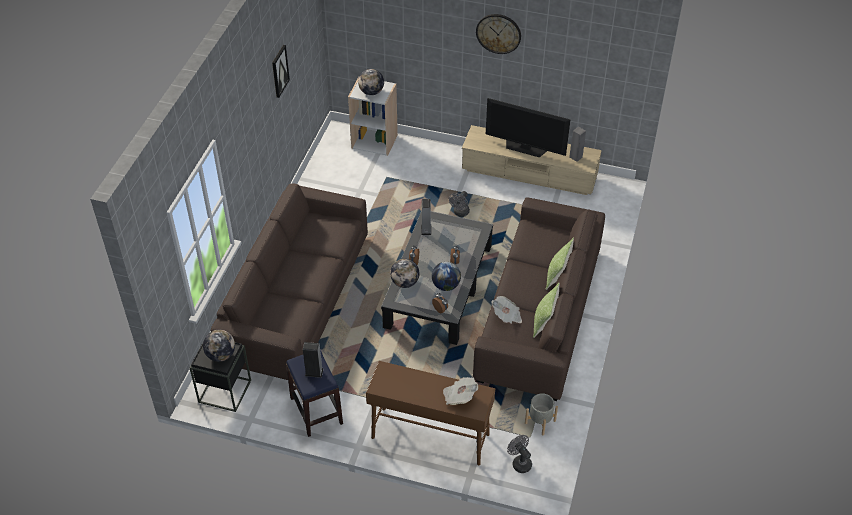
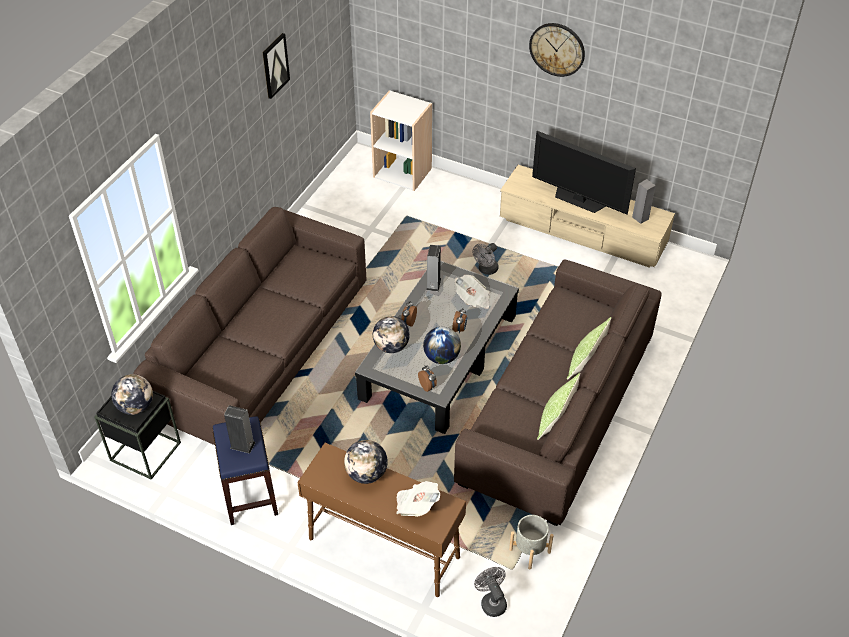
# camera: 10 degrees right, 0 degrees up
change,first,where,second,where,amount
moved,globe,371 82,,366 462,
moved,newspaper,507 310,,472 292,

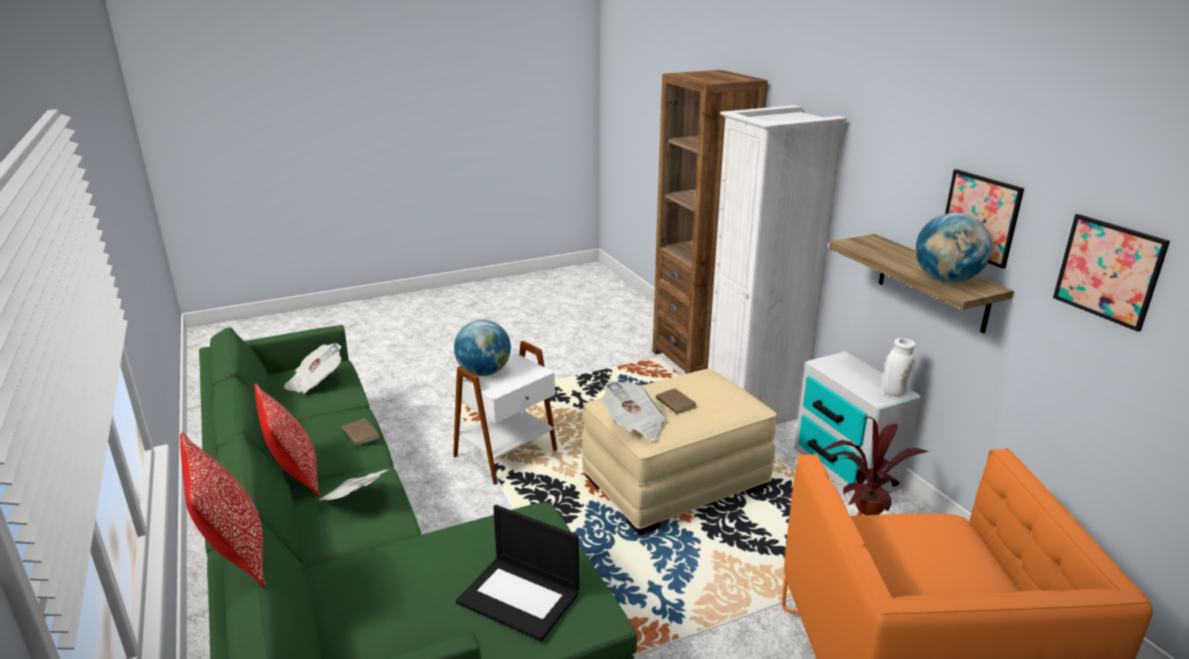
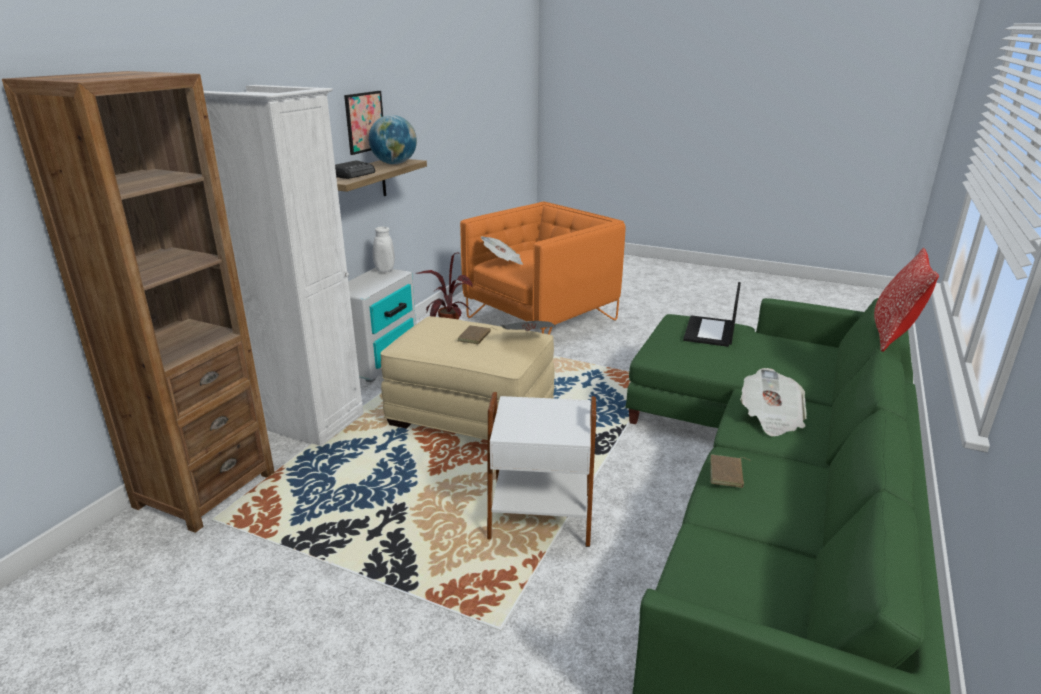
# camera: 130 degrees left, 0 degrees up
change,first,where,second,where,amount
added,,,radio,355 169,
moved,newspaper,313 368,,501 250,
turned,laptop,517 573,,712 314,150 degrees counterclockwise
removed,pillow,287 440,,,
removed,globe,482 348,,,
removed,picture,1111 273,,,

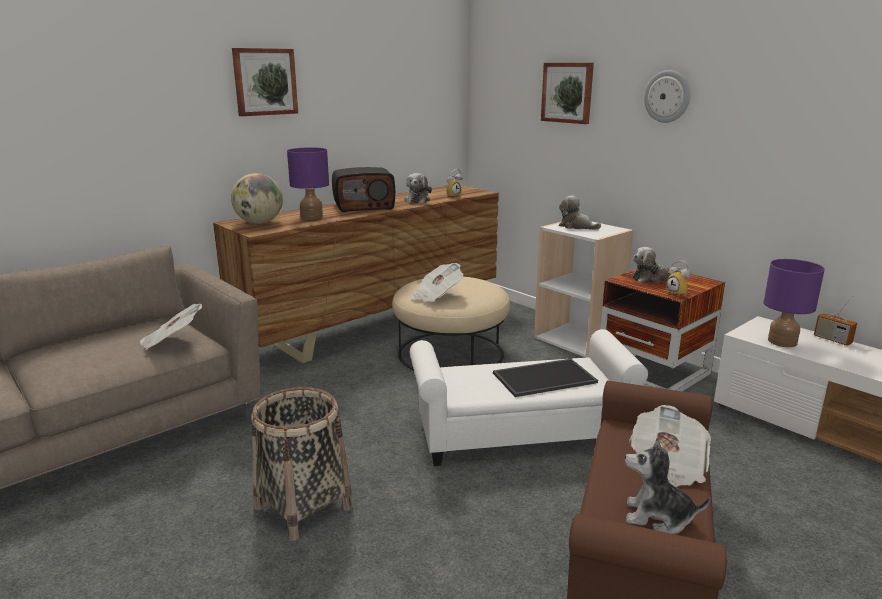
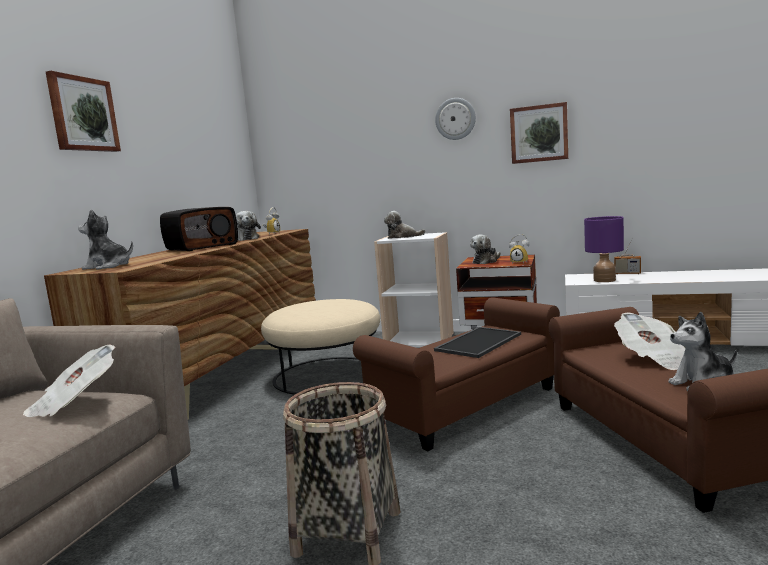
# camera: 30 degrees left, 10 degrees down
change,first,where,second,where,amount
replaced,globe,257 198,plush toy,105 239,
recoloured,white ottoman,529 397,brown ottoman,456 374,
moved,picture,567 93,,539 133,
removed,purple table lamp,308 183,,,
removed,newspaper,437 282,,,

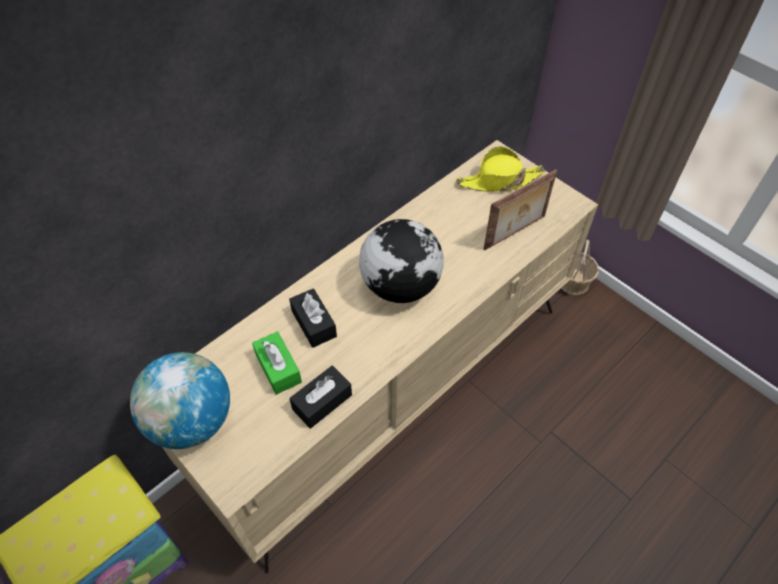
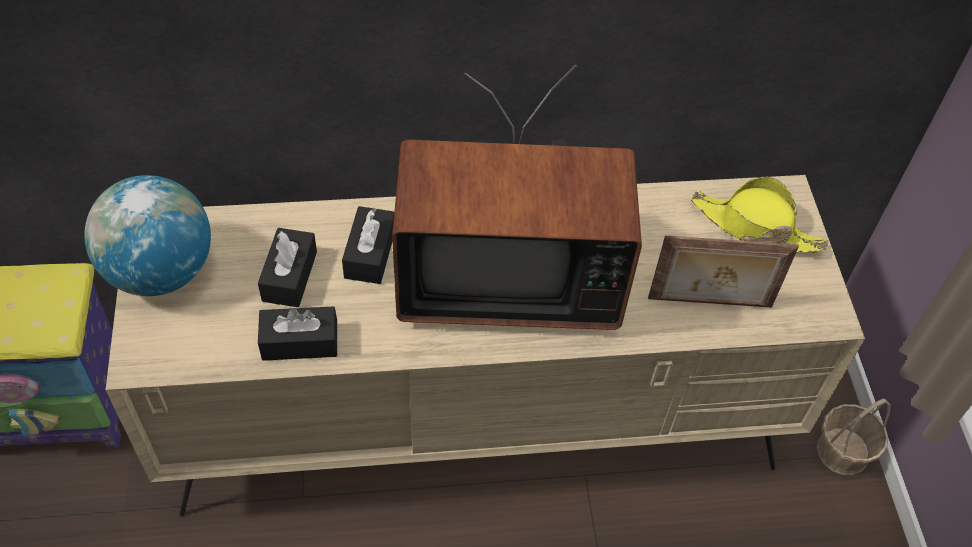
# camera: 35 degrees right, 0 degrees up
change,first,where,second,where,amount
recoloured,green tissue box,277 363,black tissue box,287 267,
replaced,globe,401 261,television,517 197,

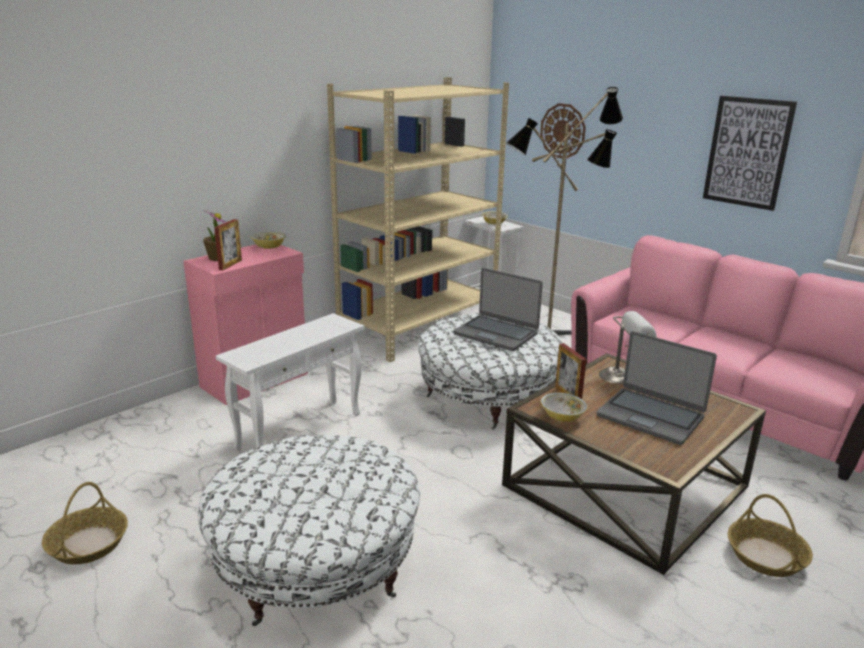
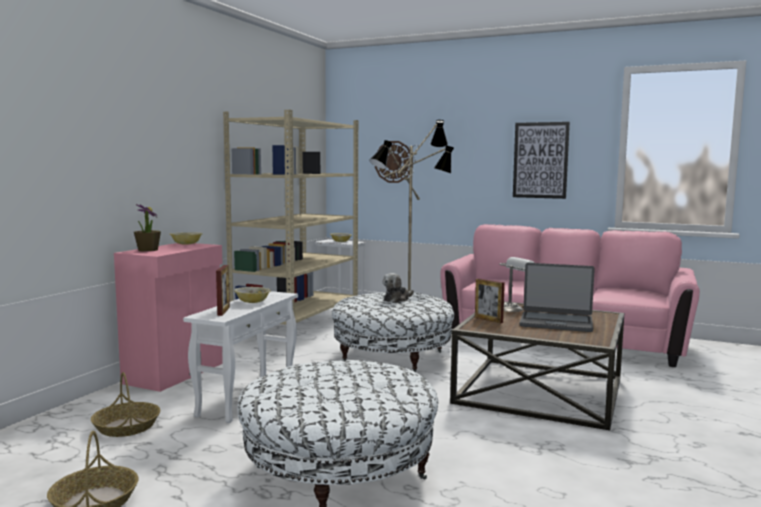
# camera: 20 degrees left, 15 degrees down
change,first,where,second,where,amount
moved,basket,770 535,,125 404,
moved,picture frame,228 244,,223 290,
moved,bowl,564 407,,252 295,
replaced,laptop,498 309,plush toy,398 288,

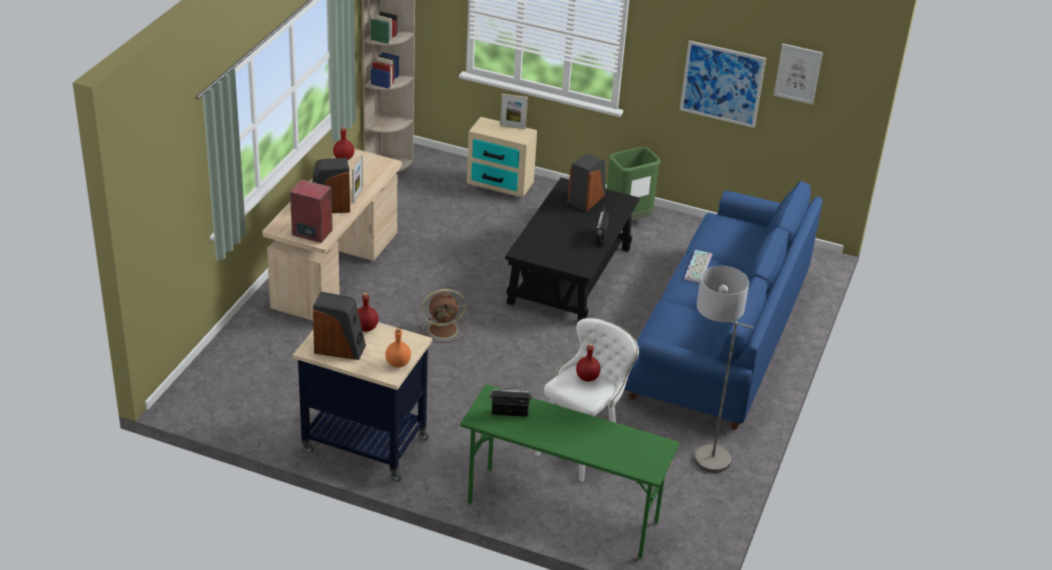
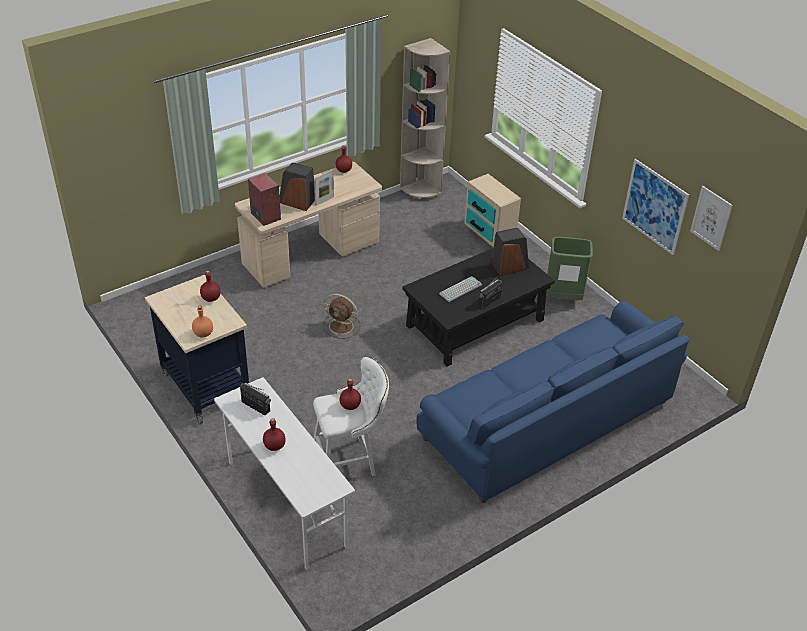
# camera: 35 degrees right, 5 degrees up
change,first,where,second,where,amount
recoloured,green desk,569 471,white desk,284 473,
added,,,red bottle,274 434,
moved,keyboard,698 266,,460 289,
removed,speaker,339 326,,,
removed,picture frame,514 111,,,
removed,grey floor lamp,724 369,,,

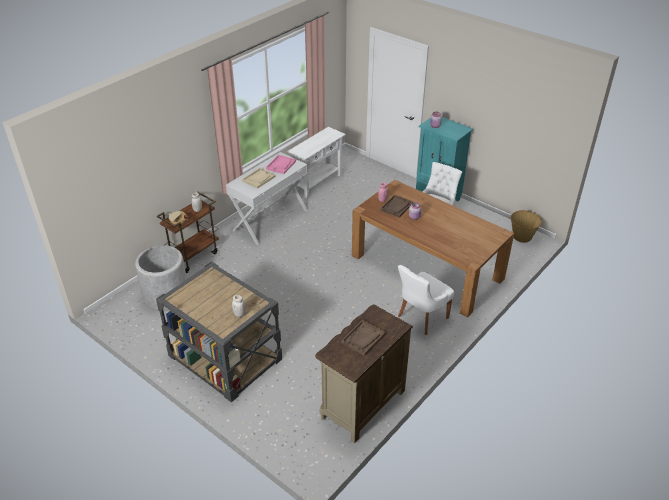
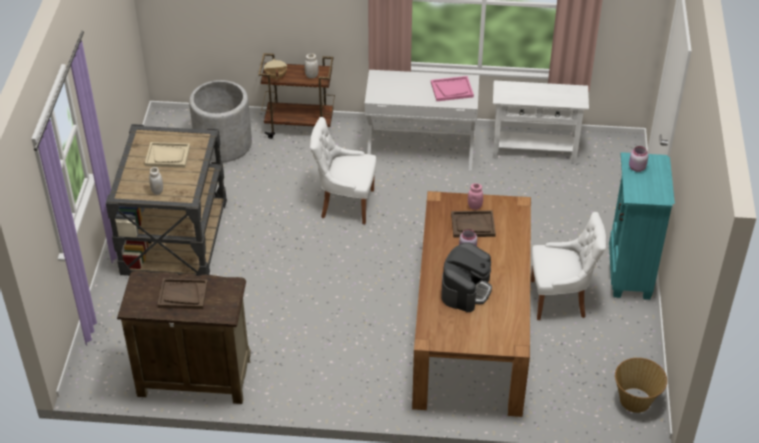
# camera: 55 degrees right, 5 degrees up
change,first,where,second,where,amount
moved,beige tray,259 178,,167 155,
moved,white chair,426 300,,343 170,
added,,,coffee machine,466 277,

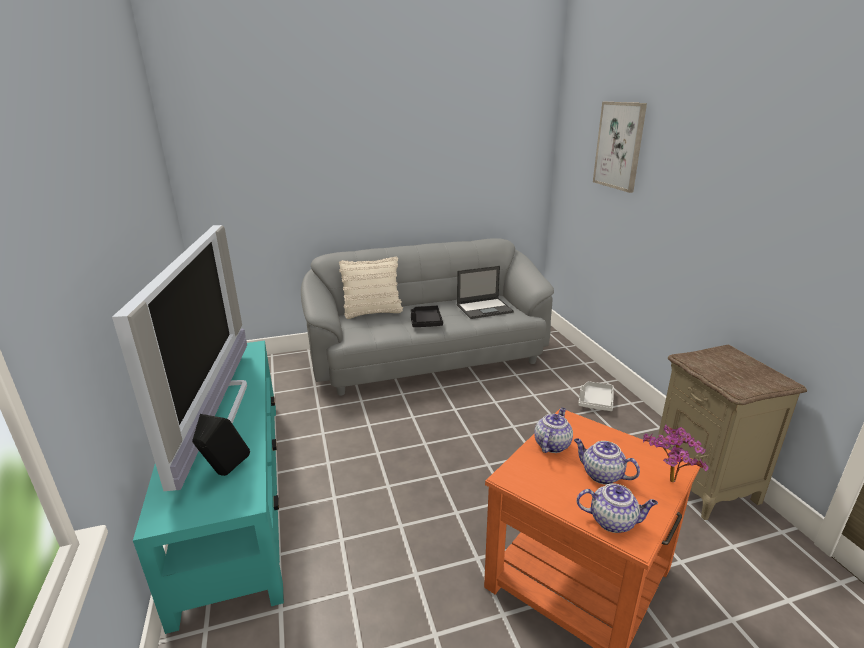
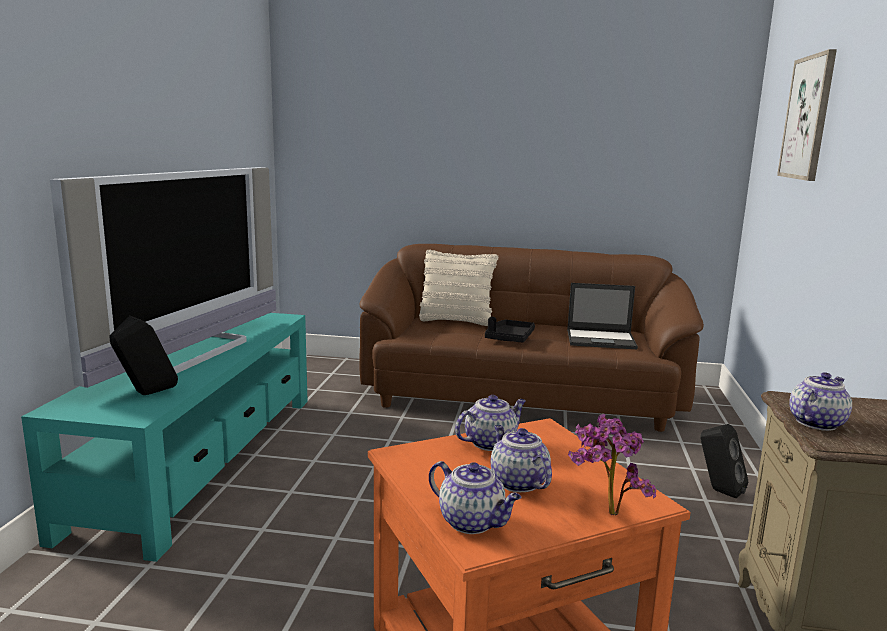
# camera: 25 degrees right, 10 degrees down
change,first,where,second,where,amount
recoloured,grey sofa,427 317,brown sofa,531 338,
replaced,grey tray,596 396,black speaker,724 461,
added,,,teapot,820 401,

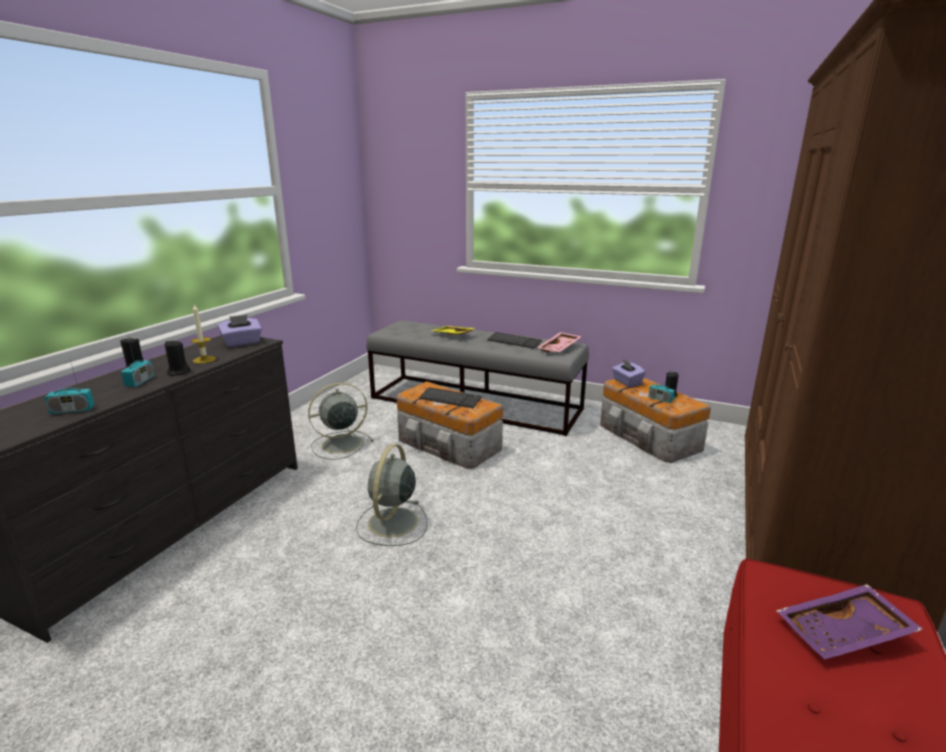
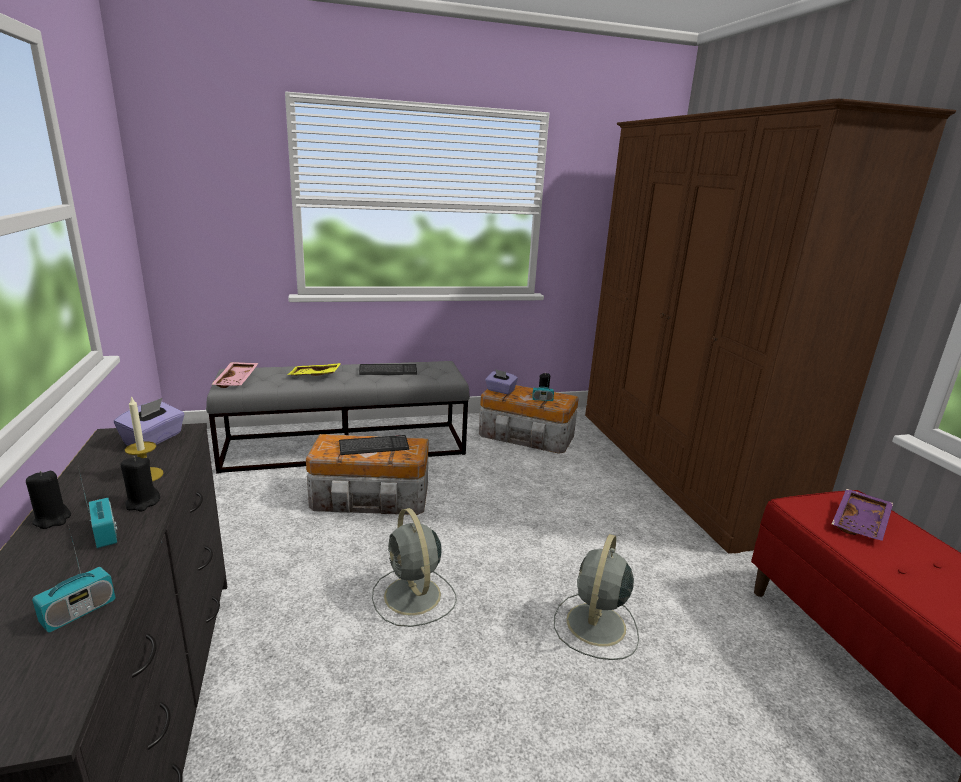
# camera: 40 degrees left, 0 degrees up
change,first,where,second,where,amount
moved,pink tray,559 342,,235 375,
moved,grey fan,341 421,,596 597,

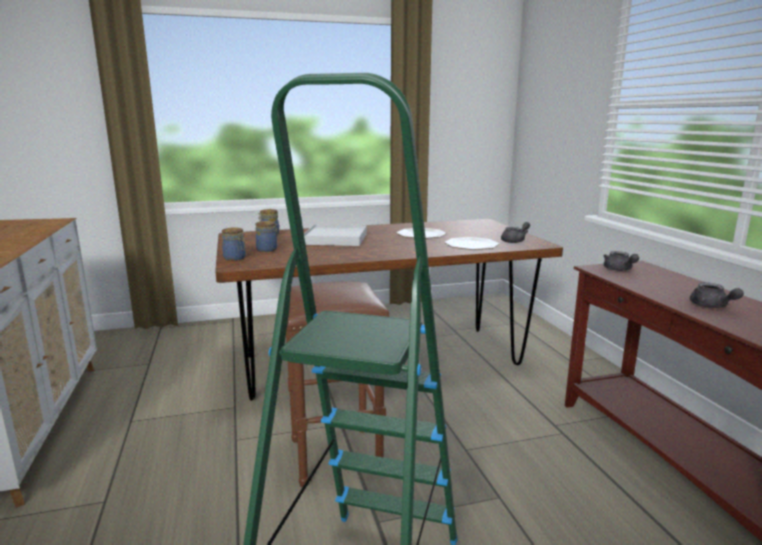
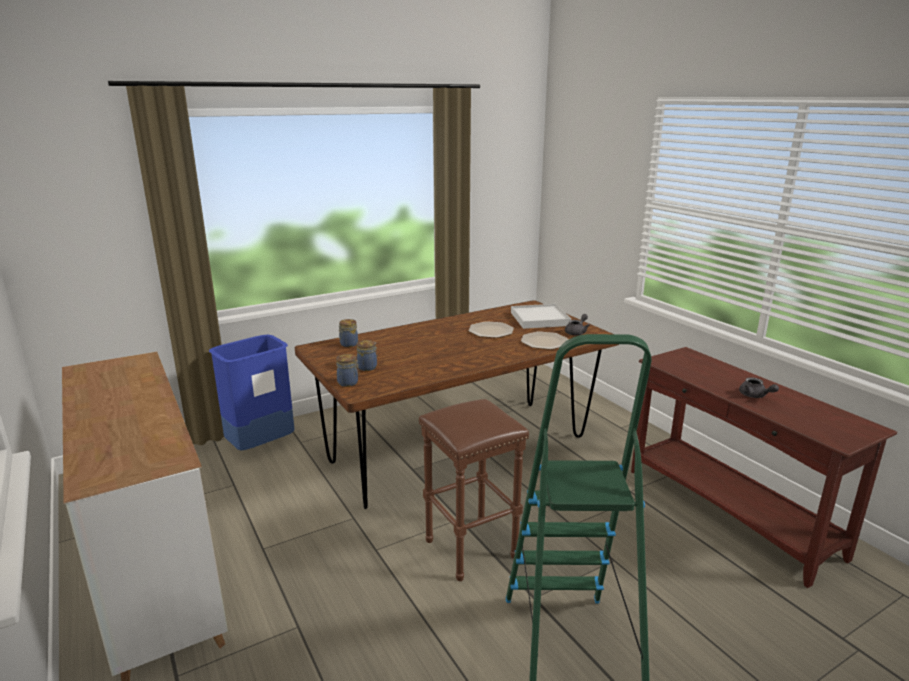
# camera: 15 degrees left, 5 degrees up
change,first,where,second,where,amount
added,,,blue trash can,252 393,
moved,white tray,335 235,,541 316,
removed,grey teapot,621 261,,,

